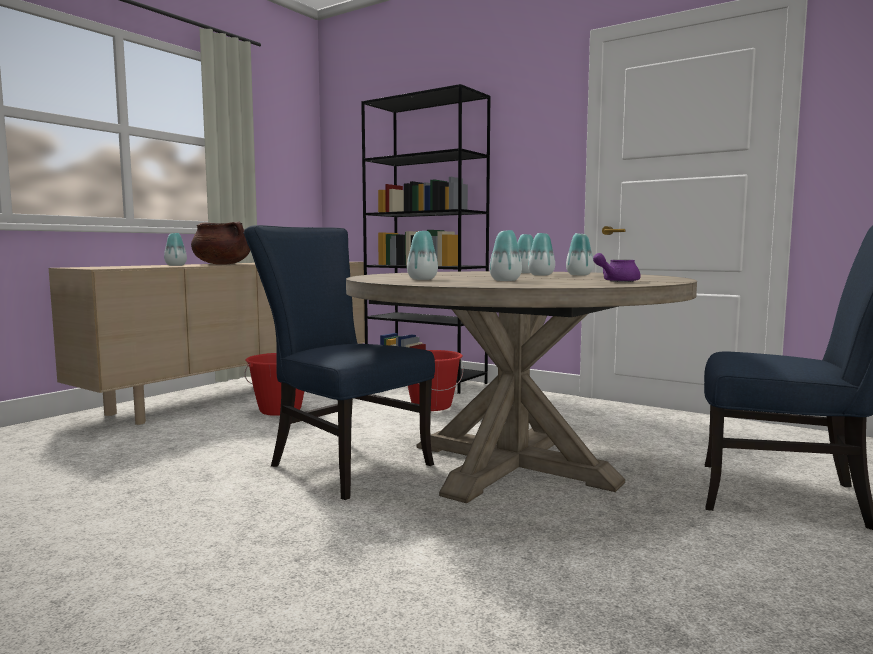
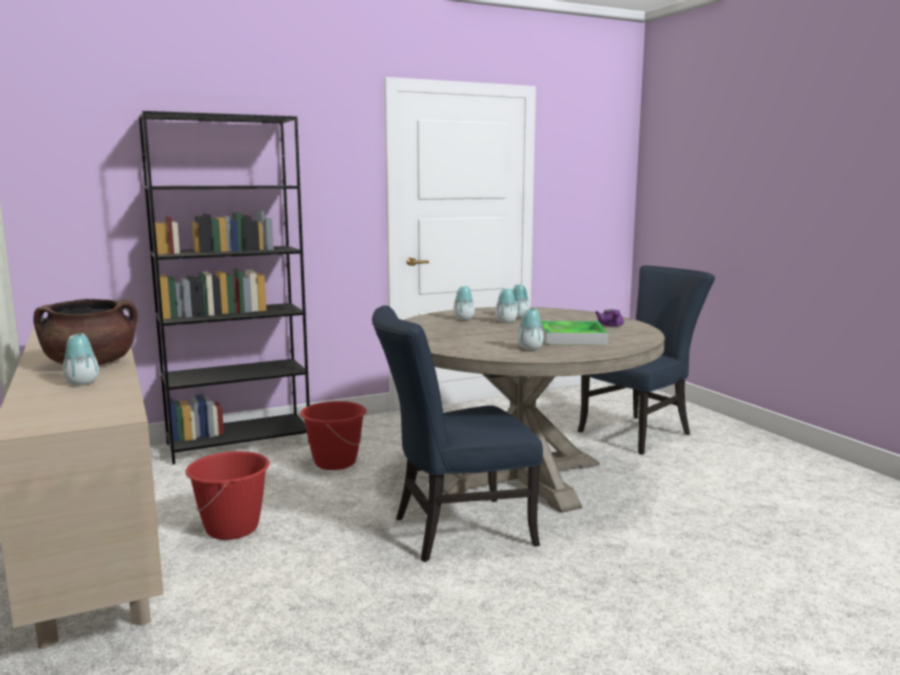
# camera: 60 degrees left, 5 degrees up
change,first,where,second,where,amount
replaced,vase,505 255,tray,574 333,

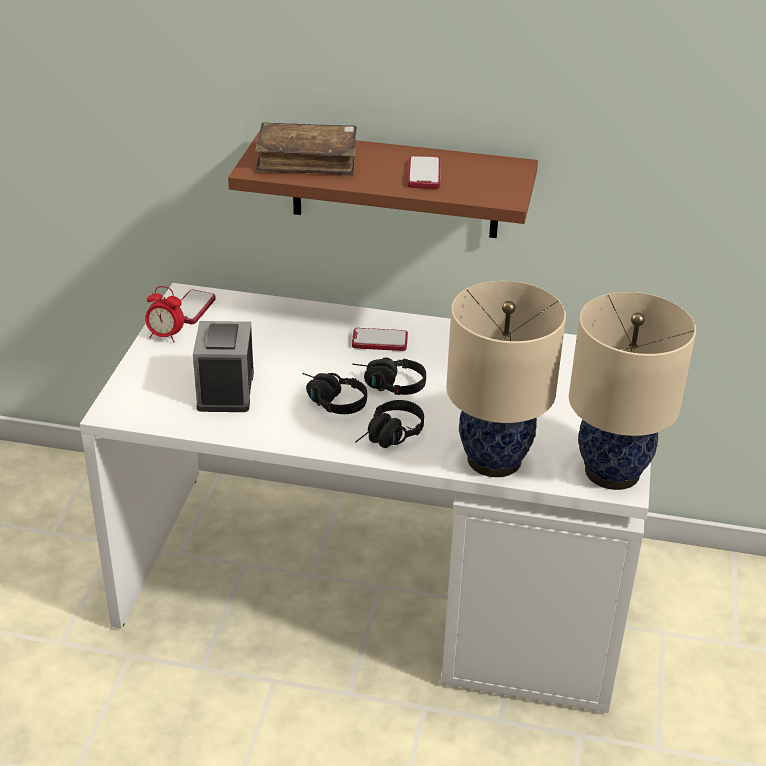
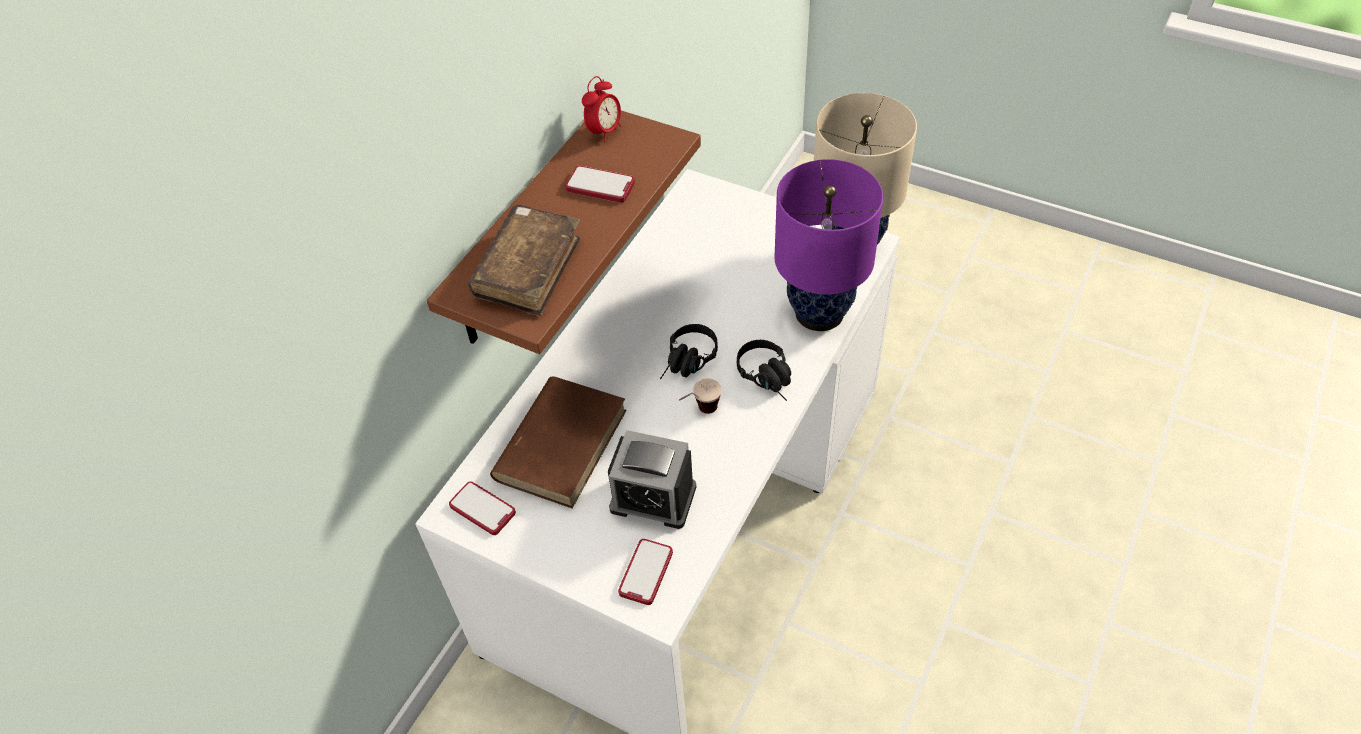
# camera: 70 degrees left, 15 degrees up
change,first,where,second,where,amount
added,,,brown book,558 442,
moved,alarm clock,164 314,,601 109,
moved,phone,380 339,,645 572,
replaced,black headphones,334 393,cup,700 396,
recoloured,beige table lamp,506 379,purple table lamp,828 245,

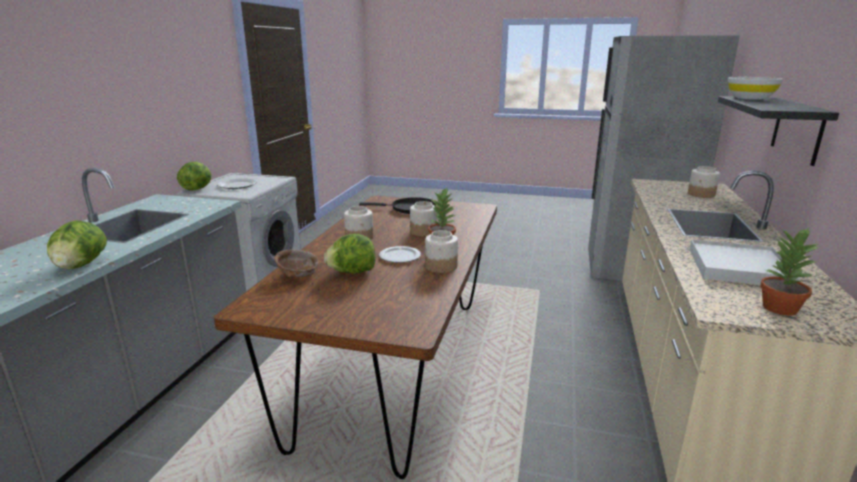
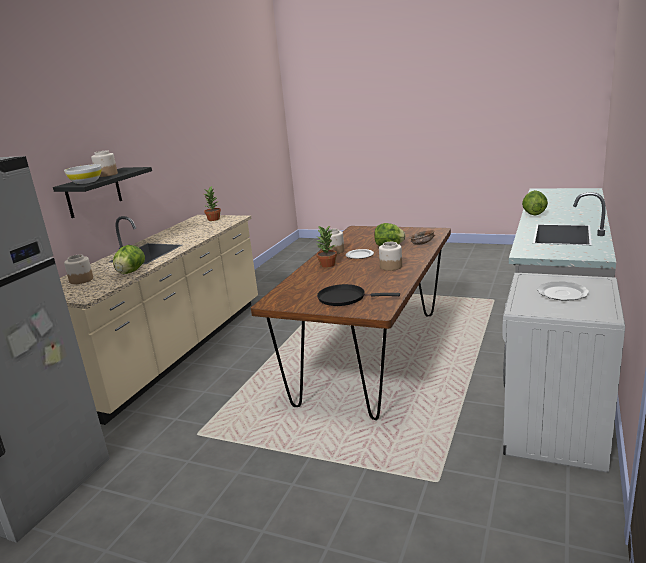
# camera: 170 degrees left, 0 degrees up
change,first,where,second,where,amount
moved,jar,423 218,,104 164,
moved,lettuce,194 176,,129 259,
removed,white tray,744 262,,,

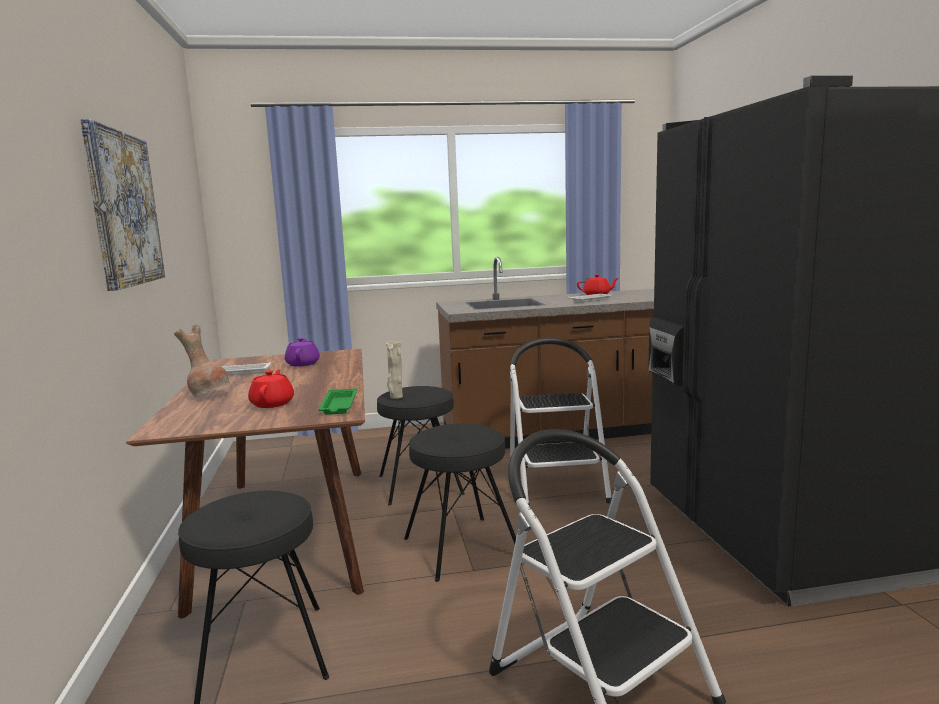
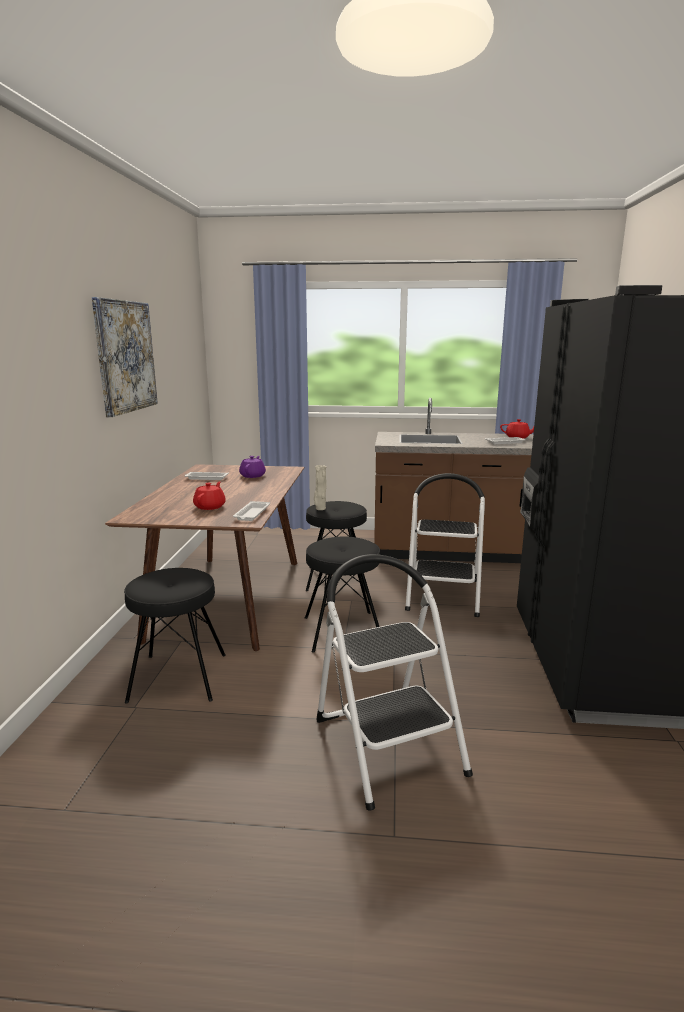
# camera: 15 degrees right, 5 degrees up
change,first,where,second,where,amount
recoloured,green tray,337 402,white tray,251 511,
removed,brown vase,202 361,,,

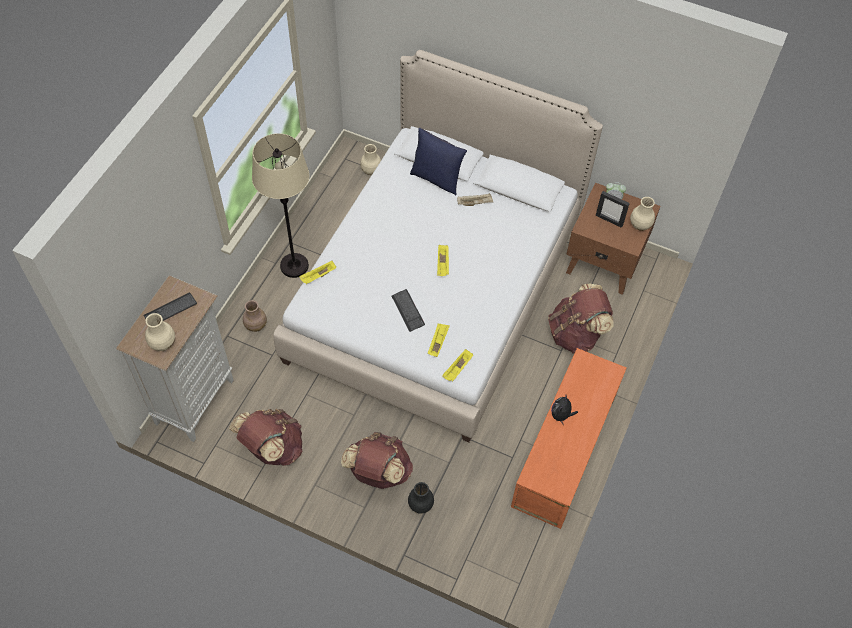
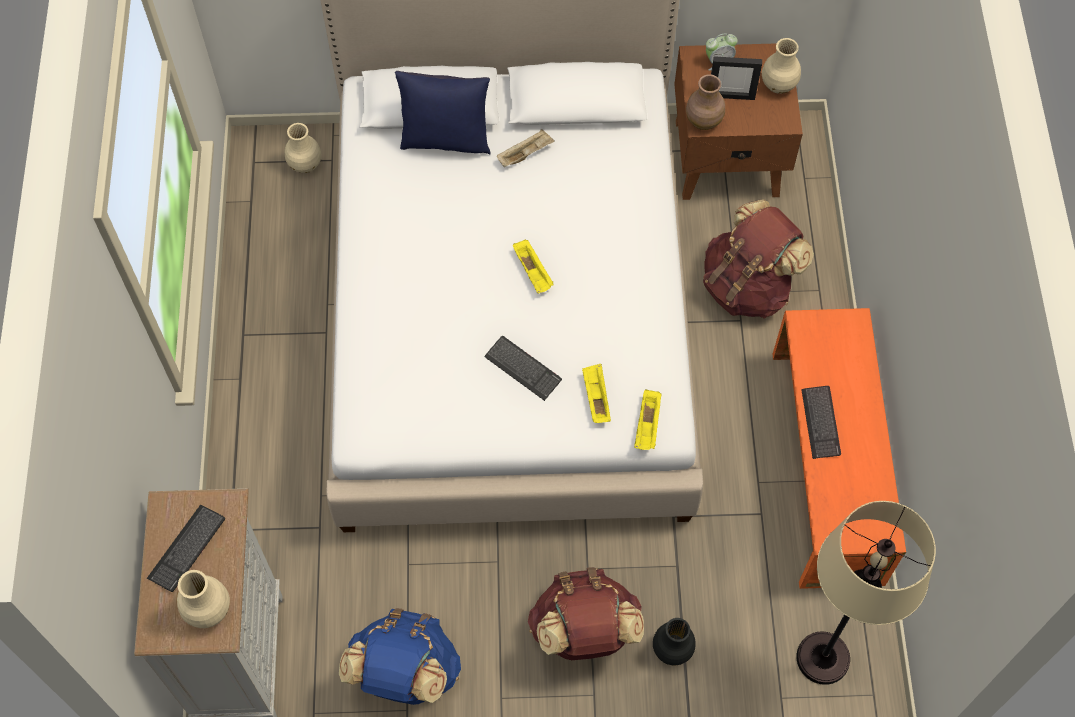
# camera: 25 degrees left, 5 degrees up
change,first,where,second,where,amount
recoloured,brown backpack,266 437,blue backpack,400 657,
moved,brown vase,255 316,,705 102,
moved,beige floor lamp,280 205,,866 593,
replaced,plush toy,564 410,keyboard,821 422,
removed,yellow tray,317 272,,,

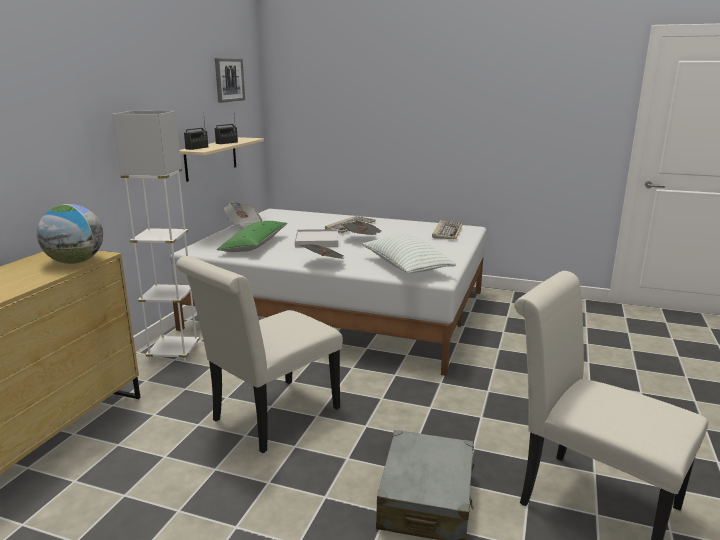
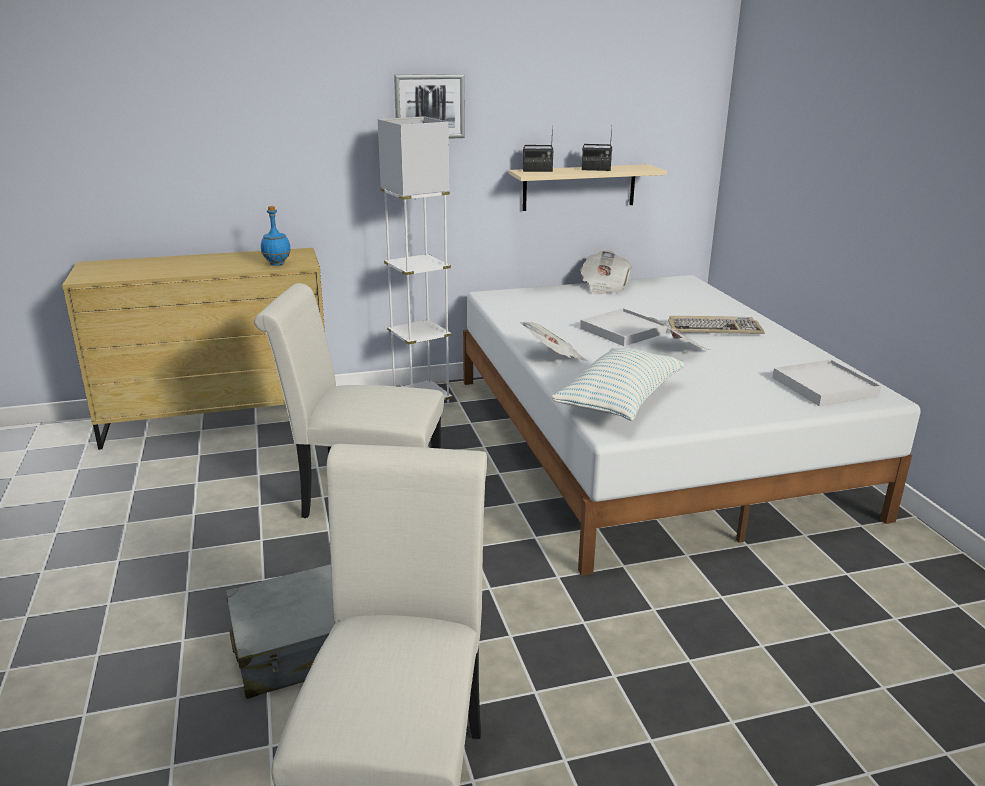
# camera: 55 degrees right, 5 degrees up
change,first,where,second,where,amount
replaced,globe,70 234,blue bottle,276 236,
moved,picture,230 80,,429 106,
replaced,keyboard,447 229,white tray,826 383,
removed,green pillow,252 236,,,

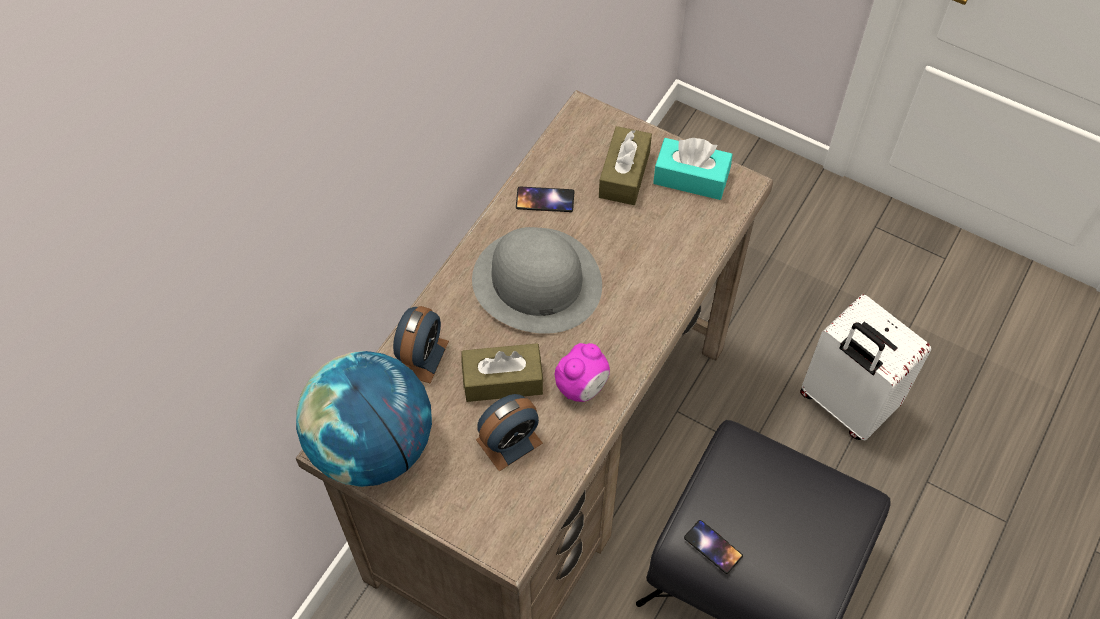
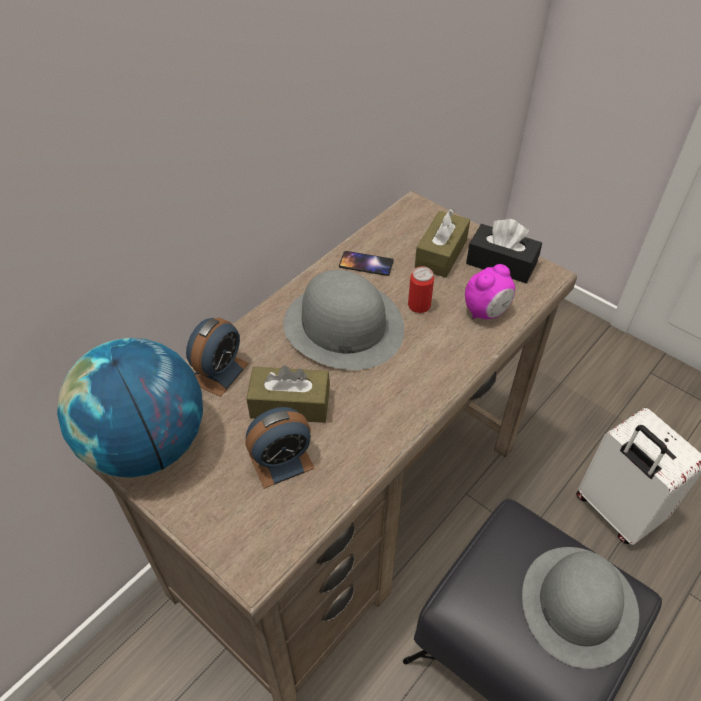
# camera: 10 degrees right, 10 degrees down
change,first,where,second,where,amount
added,,,can,421 289,
moved,alarm clock,582 372,,490 291,
recoloured,turquoise tissue box,693 169,black tissue box,504 251,
added,,,grey hat,580 608,
removed,phone,713 547,,,

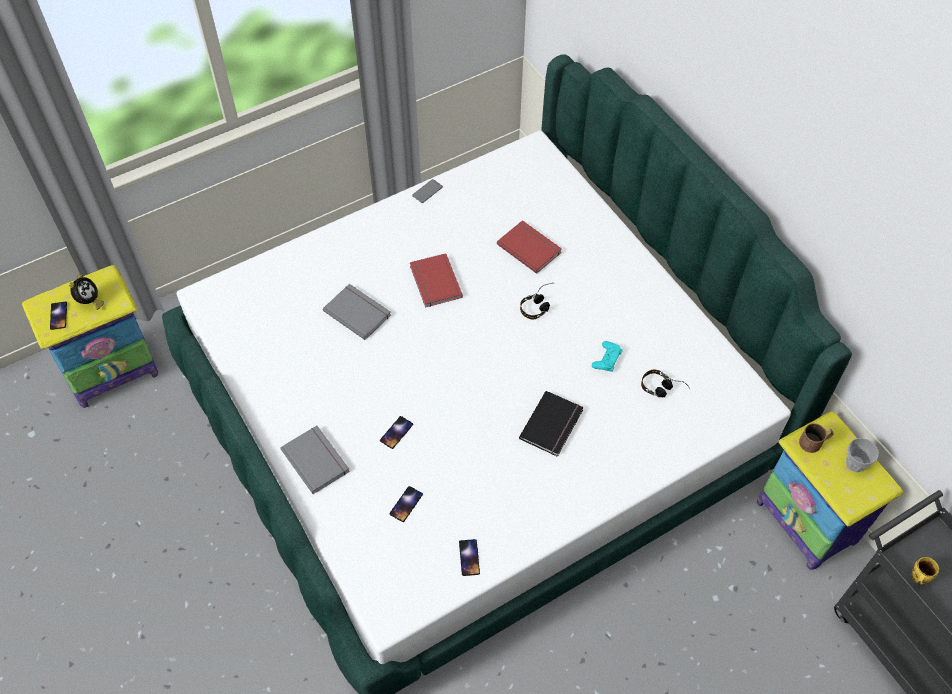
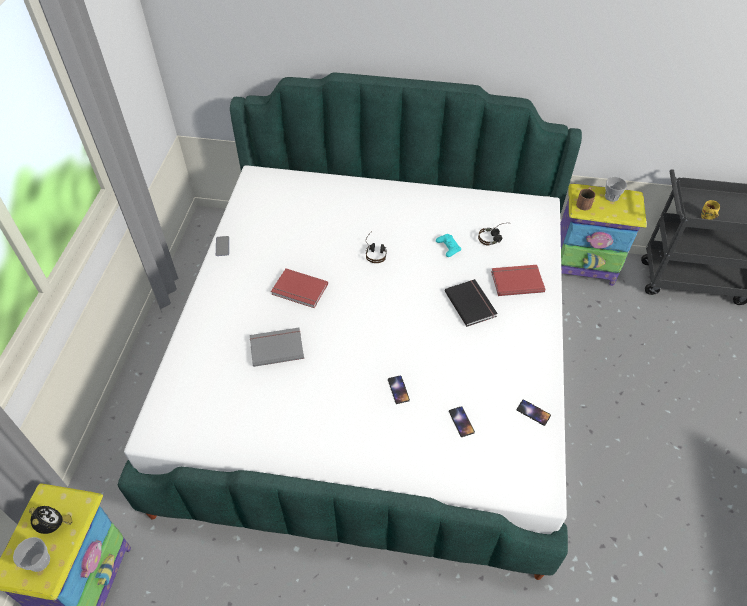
# camera: 50 degrees left, 5 degrees down
change,first,where,second,where,amount
replaced,phone,58 315,cup,31 554,
moved,red book,529 247,,518 280,
removed,grey book,315 460,,,

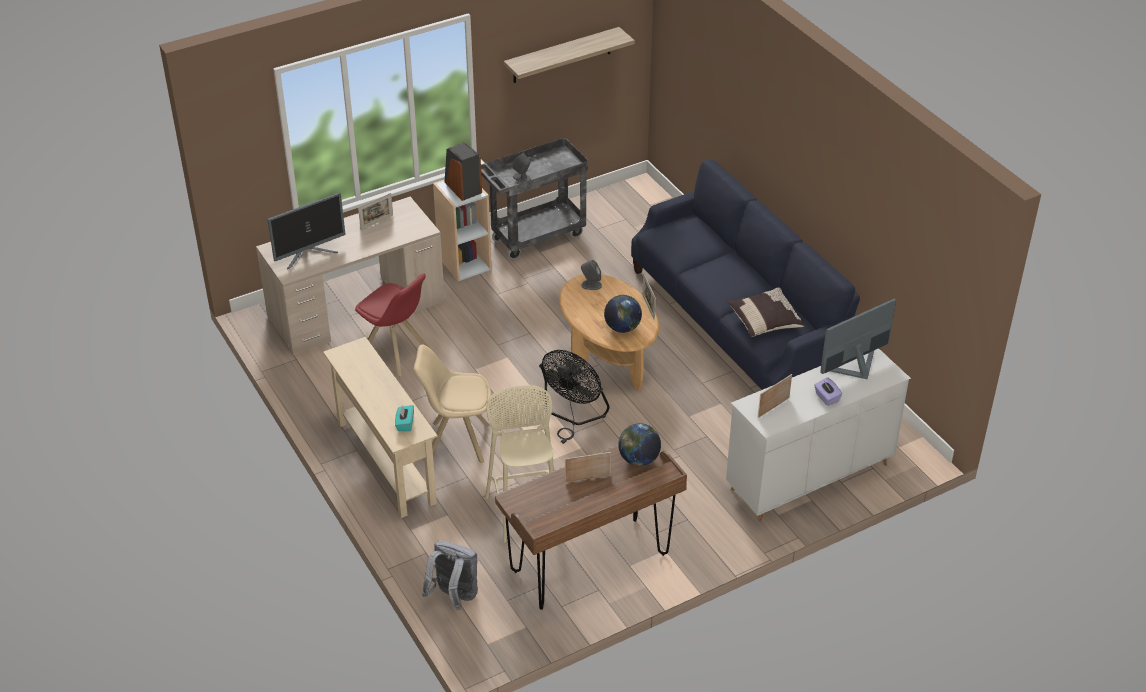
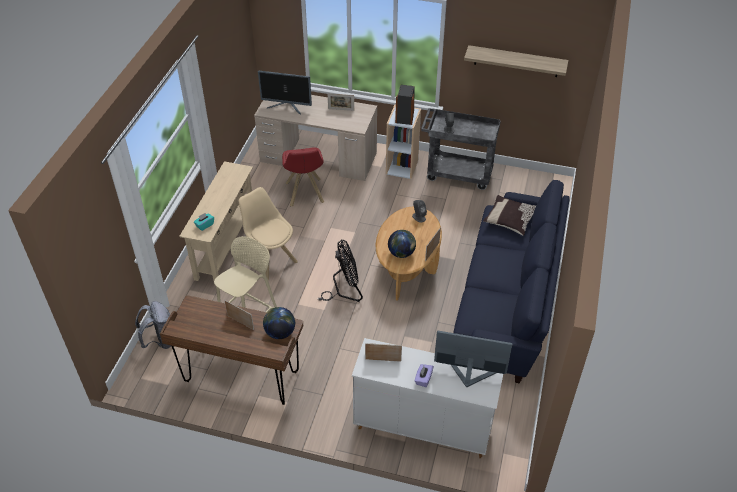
# camera: 45 degrees right, 5 degrees up
change,first,where,second,where,amount
moved,pillow,765 312,,509 215,

